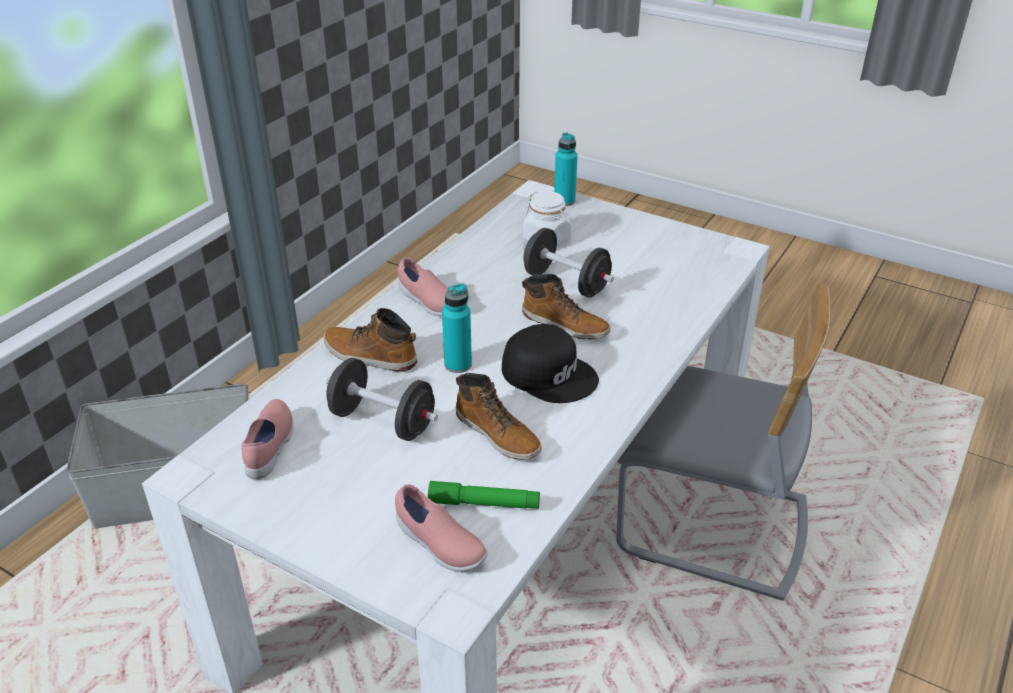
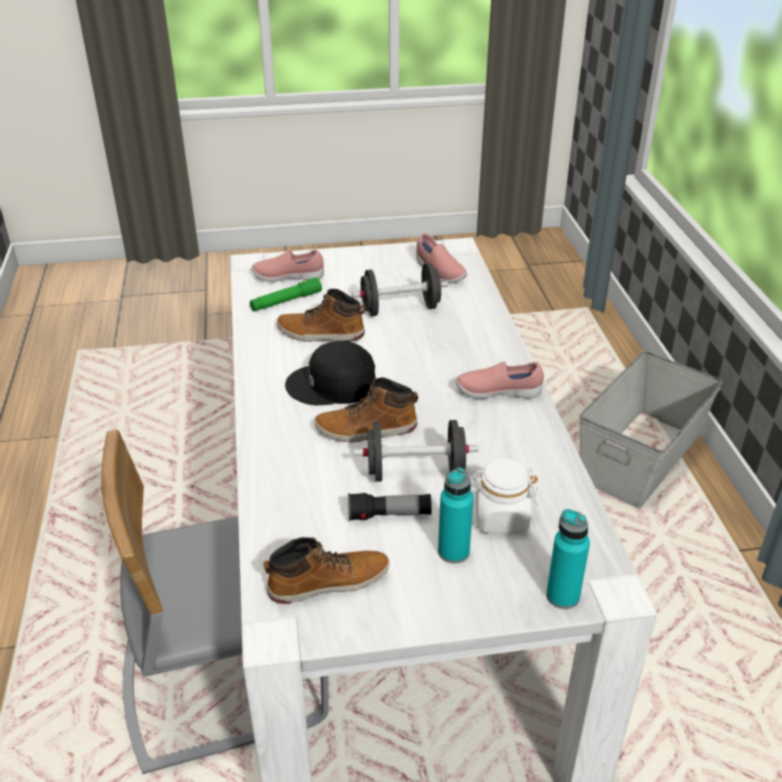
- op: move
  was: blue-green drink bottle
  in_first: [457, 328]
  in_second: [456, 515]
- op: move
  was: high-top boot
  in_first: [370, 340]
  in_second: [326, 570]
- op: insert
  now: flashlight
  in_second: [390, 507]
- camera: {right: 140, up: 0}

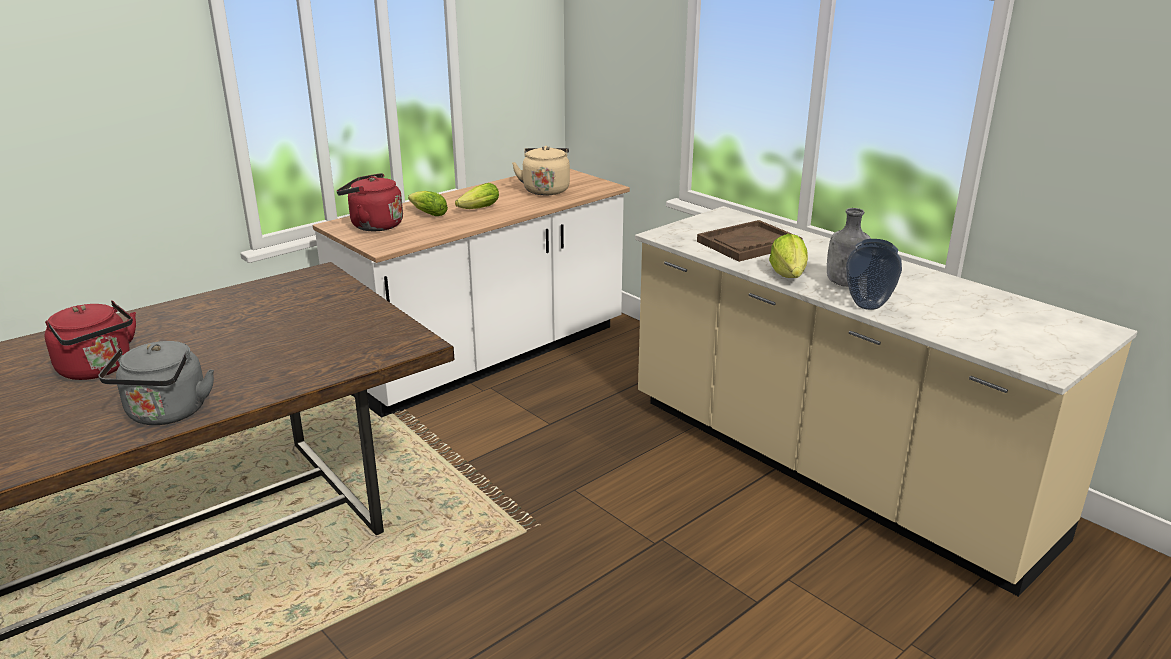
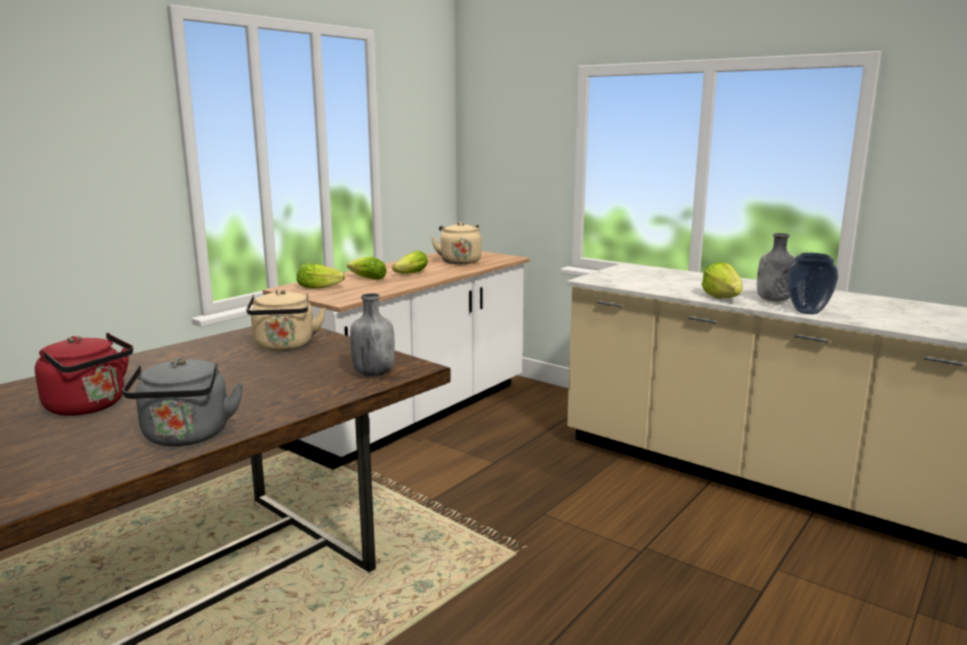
- op: replace
  was: red-coloured tea kettle
  now: head of lettuce
  in_first: [370, 202]
  in_second: [321, 276]
- op: delete
  was: brown serving tray
  in_first: [750, 241]
- op: insert
  now: beige tea kettle
  in_second: [286, 320]
- op: insert
  now: grey drink bottle
  in_second: [372, 334]
- camera: {right: -10, up: -10}

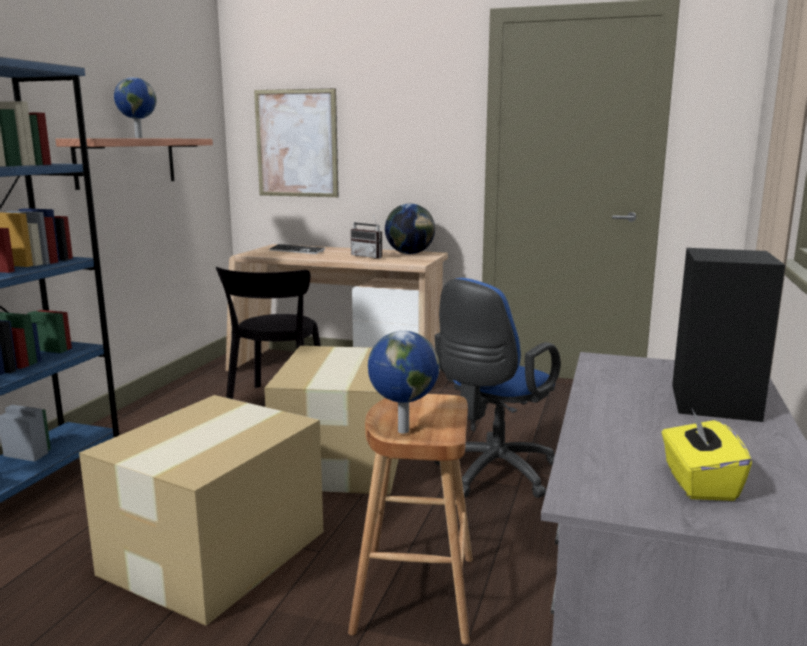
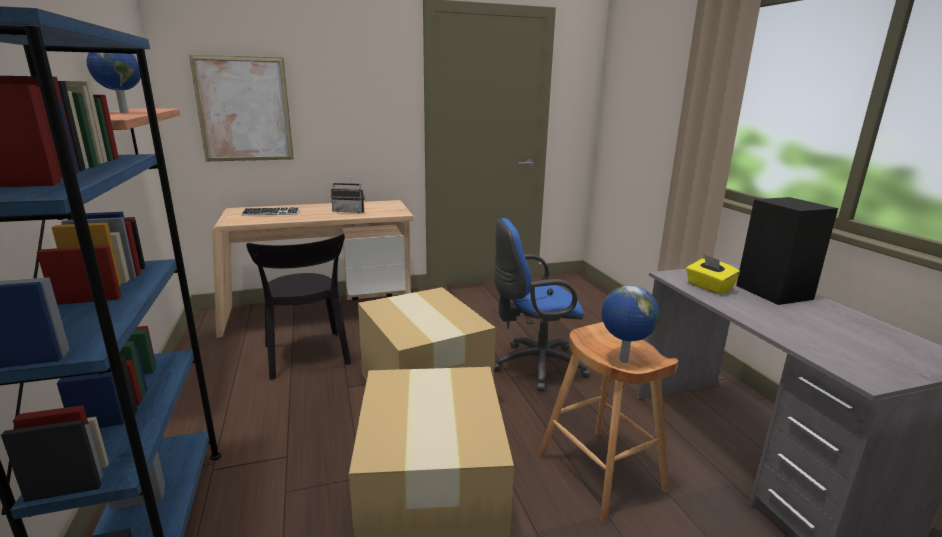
- op: delete
  was: world globe
  in_first: [410, 229]
- op: rotate
  was: blue office chair
  in_first: [497, 388]
  in_second: [542, 305]
  clockwise: 75
- op: move
  was: yellow tissue box
  in_first: [707, 455]
  in_second: [713, 274]
- camera: {right: -35, up: 5}

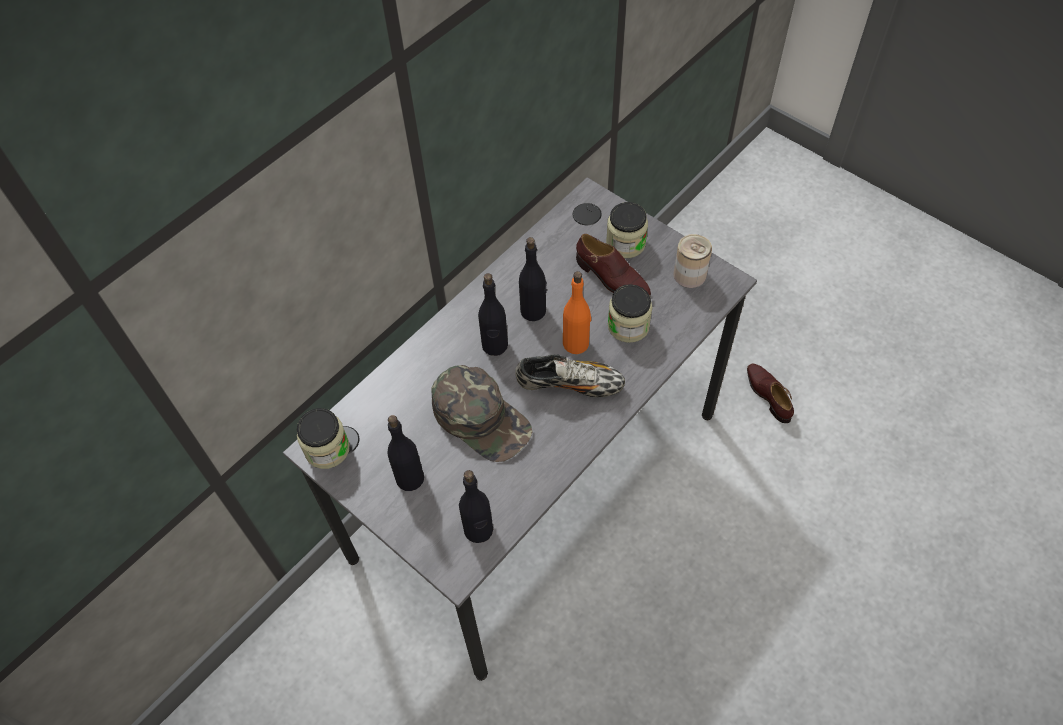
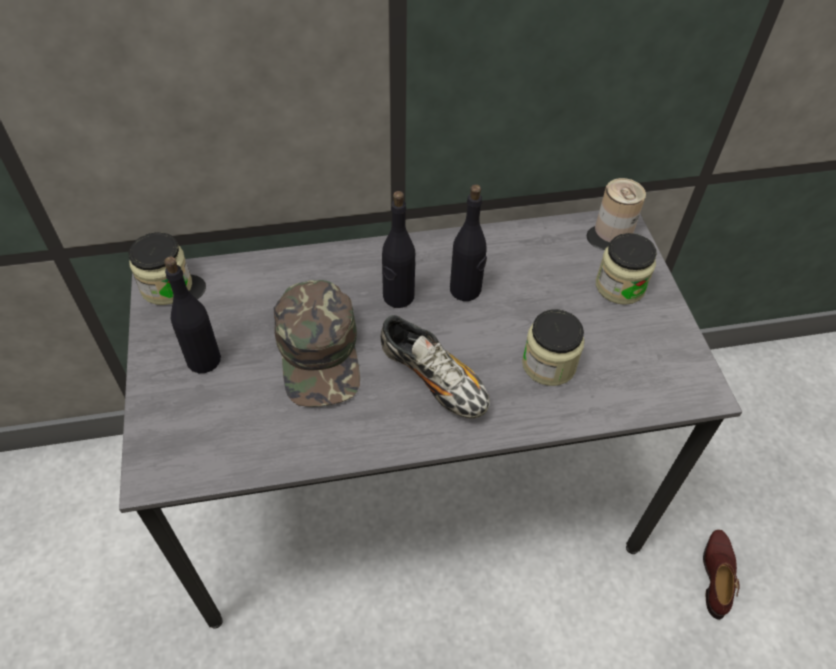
- op: delete
  was: brown shoe
  in_first: [613, 265]
- op: move
  was: can
  in_first: [693, 261]
  in_second: [620, 210]
- op: delete
  was: orange-coloured drink bottle
  in_first: [577, 312]
- op: delete
  was: black-coloured drink bottle
  in_first: [476, 506]
- camera: {right: 35, up: -5}

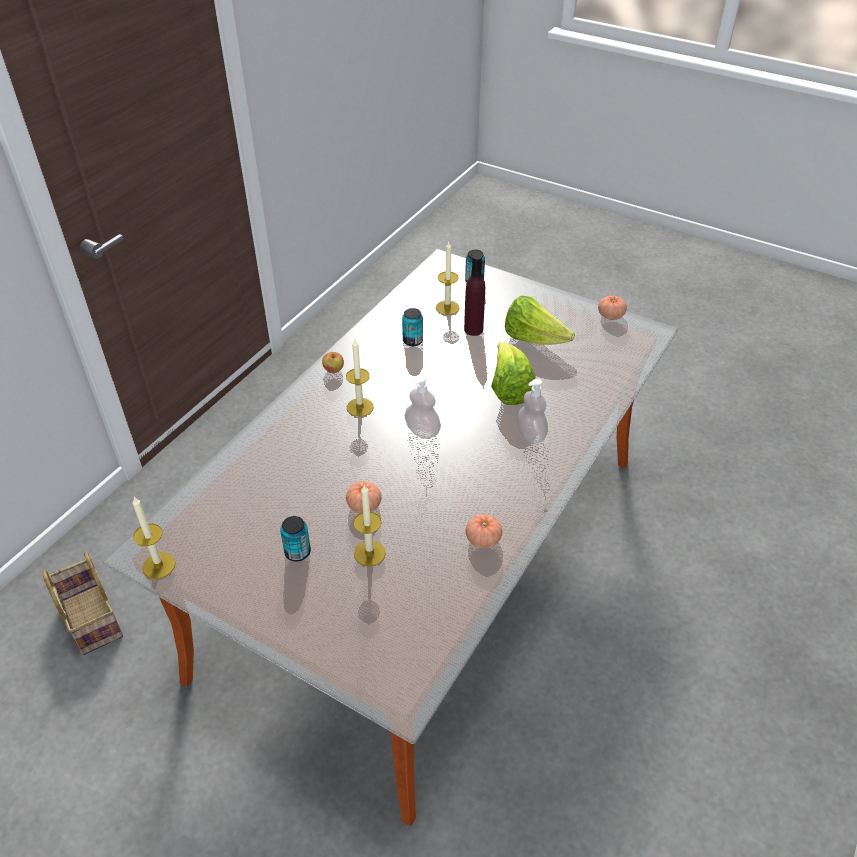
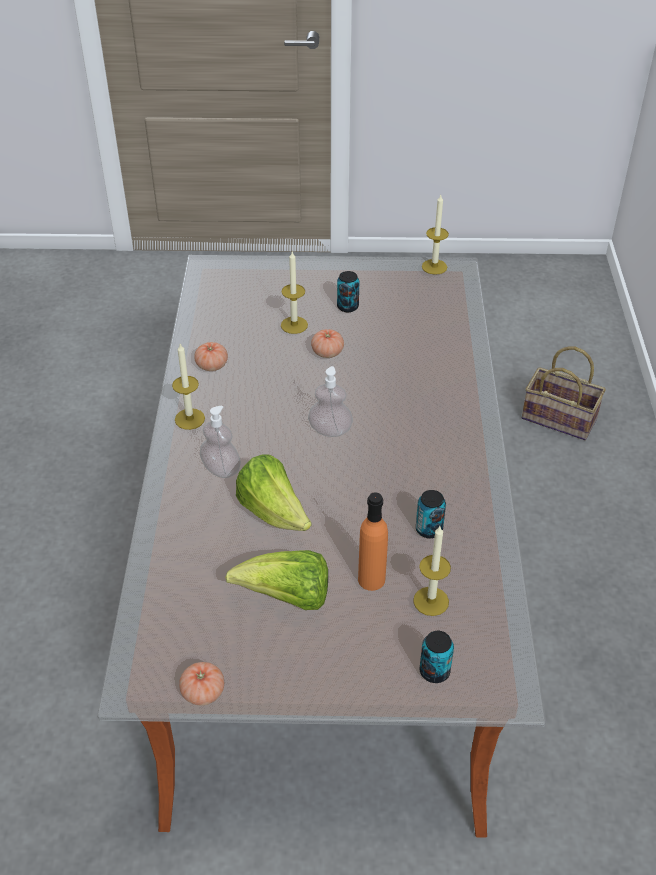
- op: recolor
  was: purple-coloured drink bottle
  now: orange-coloured drink bottle
  in_first: [474, 295]
  in_second: [373, 541]
- op: move
  was: wax candle
  in_first: [360, 378]
  in_second: [188, 387]
- op: delete
  was: apple
  in_first: [333, 362]
- camera: {right: 150, up: 0}

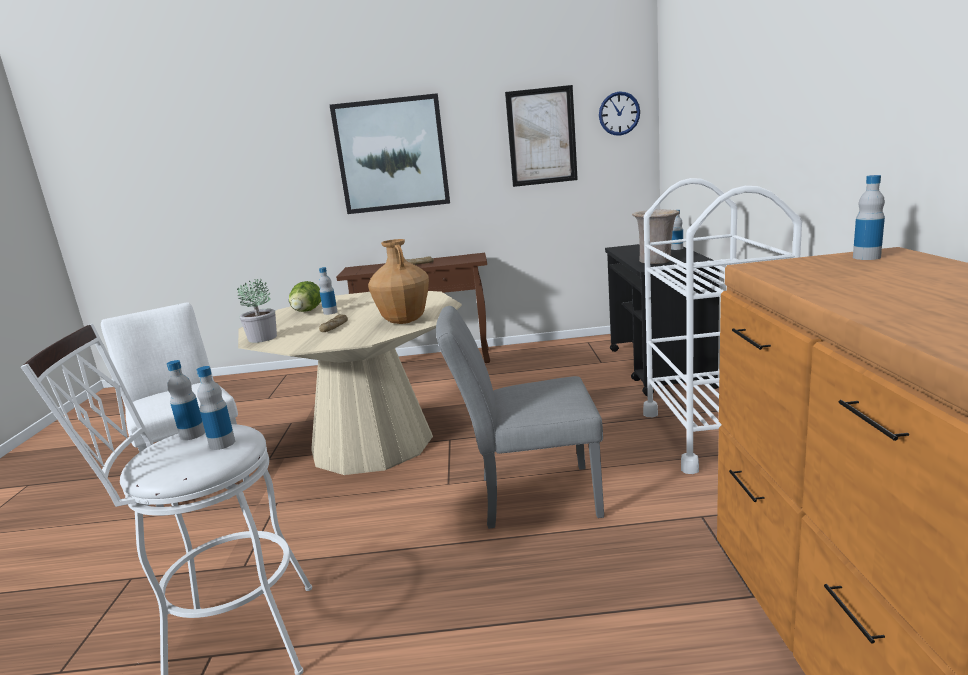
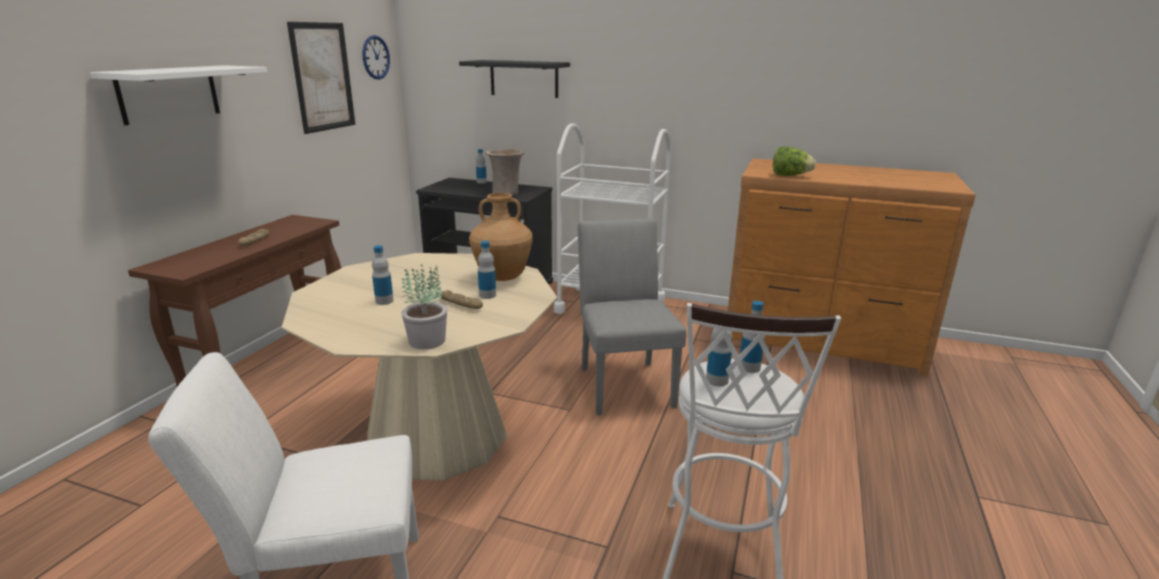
- op: replace
  was: picture
  now: whitish shelf
  in_first: [390, 153]
  in_second: [178, 95]
- op: move
  was: drink bottle
  in_first: [869, 217]
  in_second: [487, 270]
- op: move
  was: head of lettuce
  in_first: [305, 296]
  in_second: [794, 161]
- op: rotate
  was: grey upright chair
  in_first: [520, 417]
  in_second: [632, 316]
  clockwise: 150
- op: insert
  now: black-coloured shelf
  in_second: [514, 79]
- camera: {right: -70, up: 5}

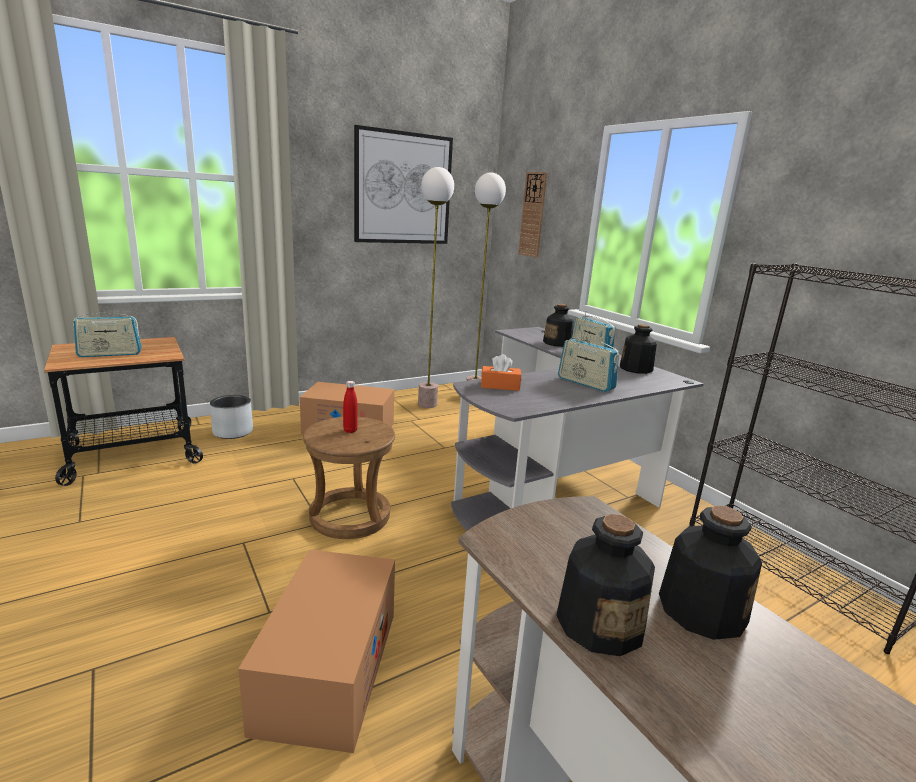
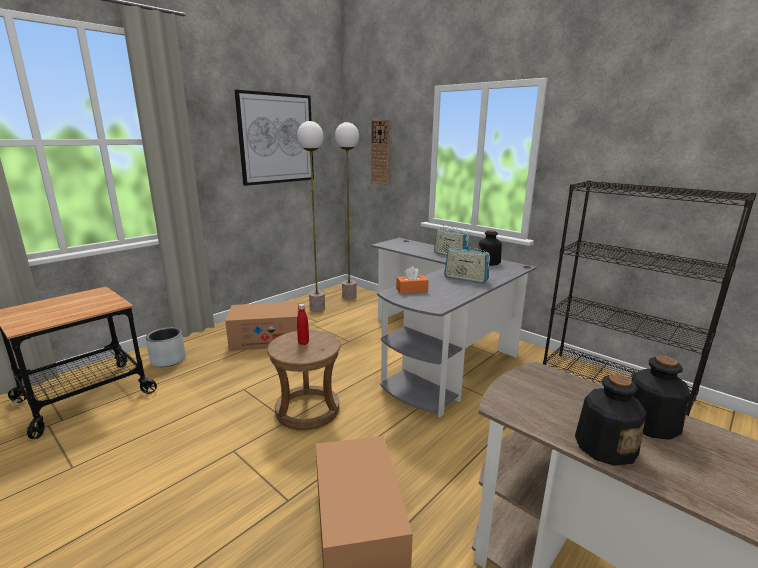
- op: delete
  was: drink bottle
  in_first: [558, 325]
- op: delete
  was: radio
  in_first: [107, 333]
- camera: {right: -15, up: 0}

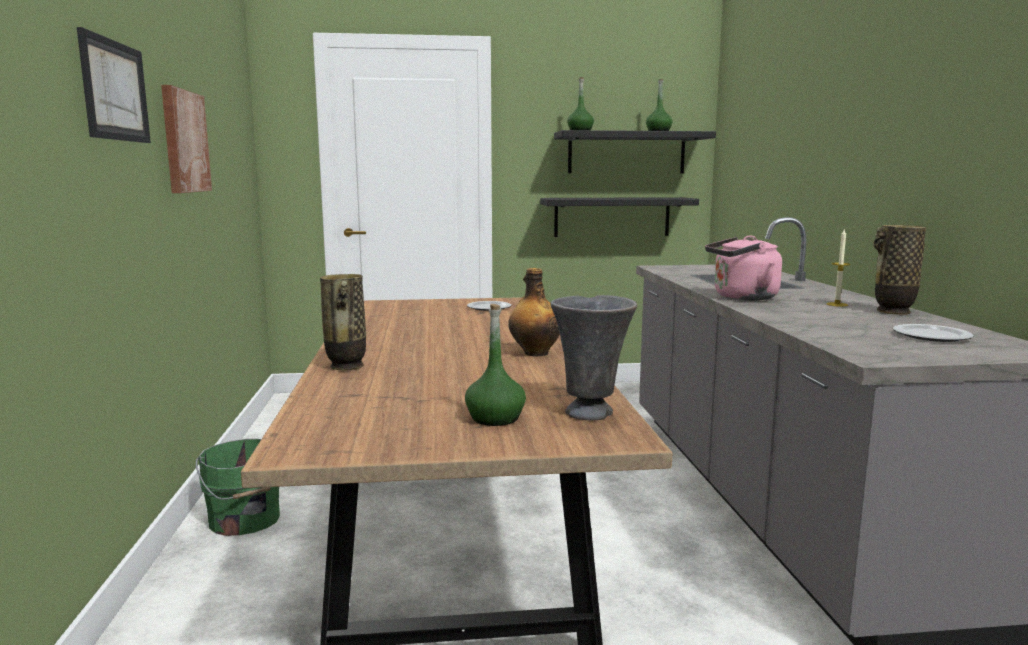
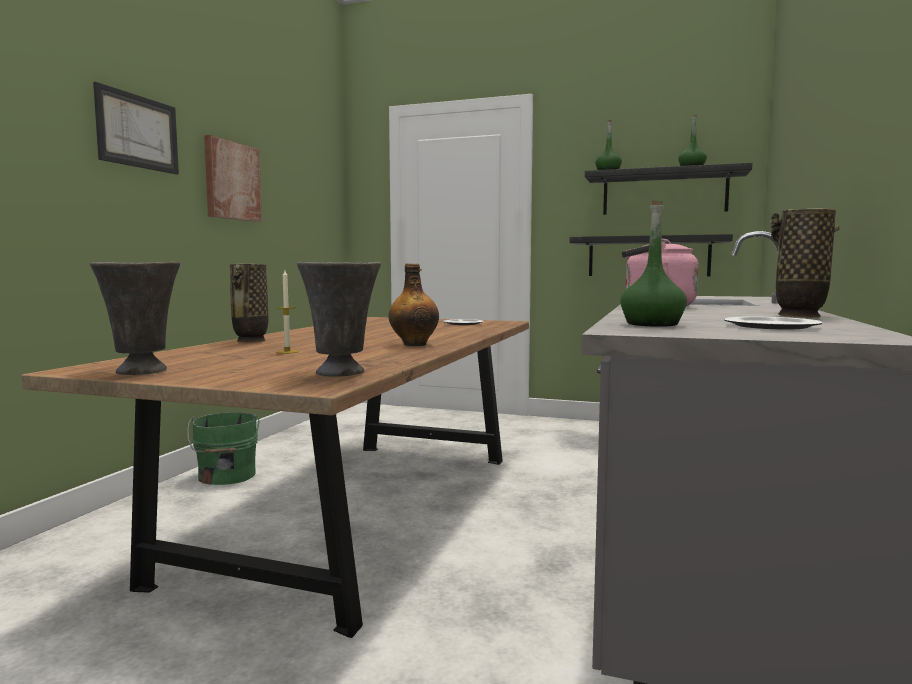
- op: move
  was: wax candle
  in_first: [838, 268]
  in_second: [287, 312]
- op: move
  was: green drink bottle
  in_first: [495, 365]
  in_second: [653, 263]
- op: insert
  now: grey decorative vase
  in_second: [135, 318]
- camera: {right: 25, up: -5}

